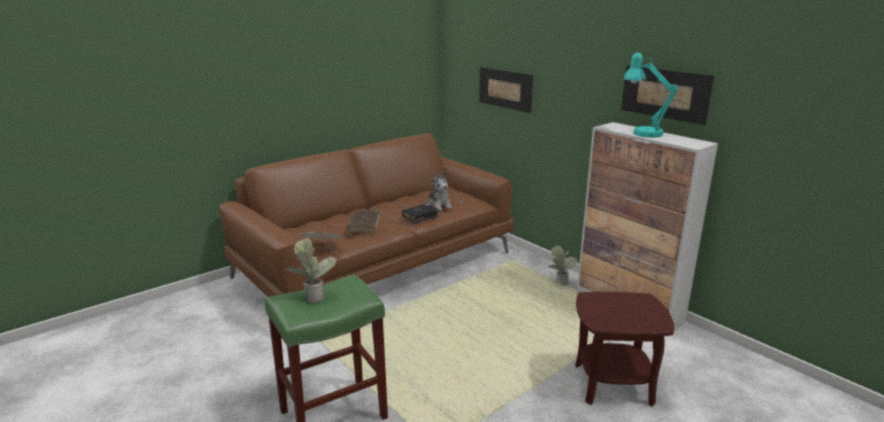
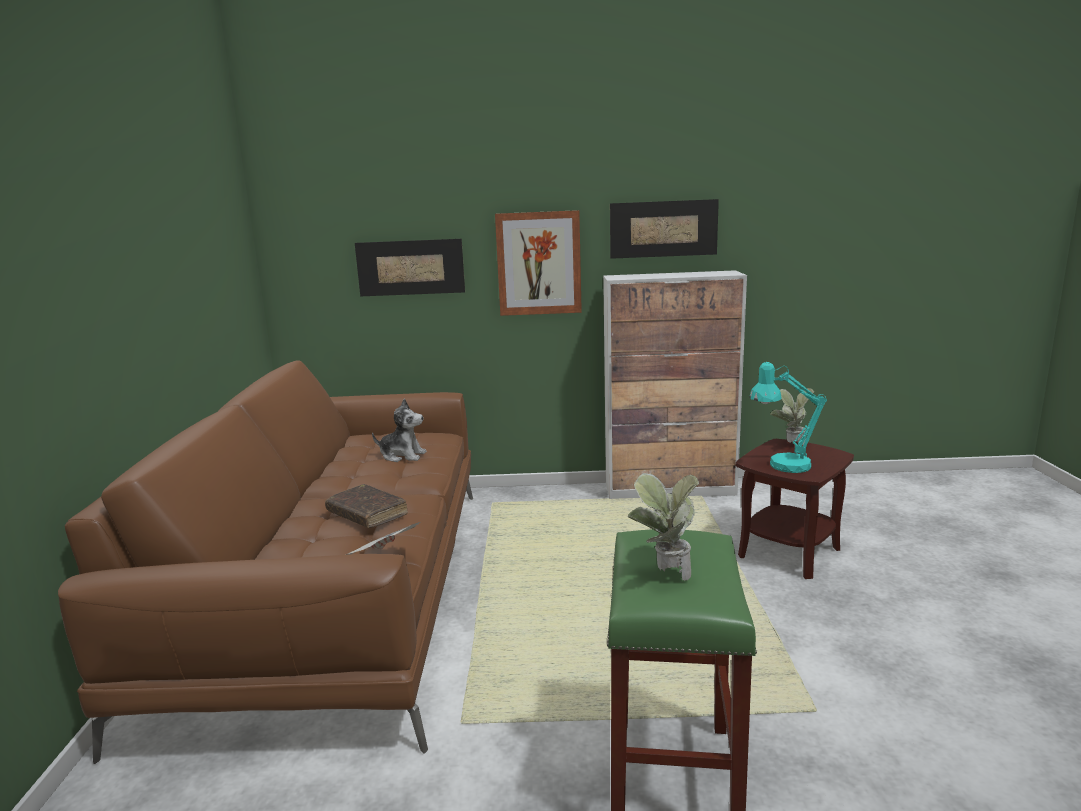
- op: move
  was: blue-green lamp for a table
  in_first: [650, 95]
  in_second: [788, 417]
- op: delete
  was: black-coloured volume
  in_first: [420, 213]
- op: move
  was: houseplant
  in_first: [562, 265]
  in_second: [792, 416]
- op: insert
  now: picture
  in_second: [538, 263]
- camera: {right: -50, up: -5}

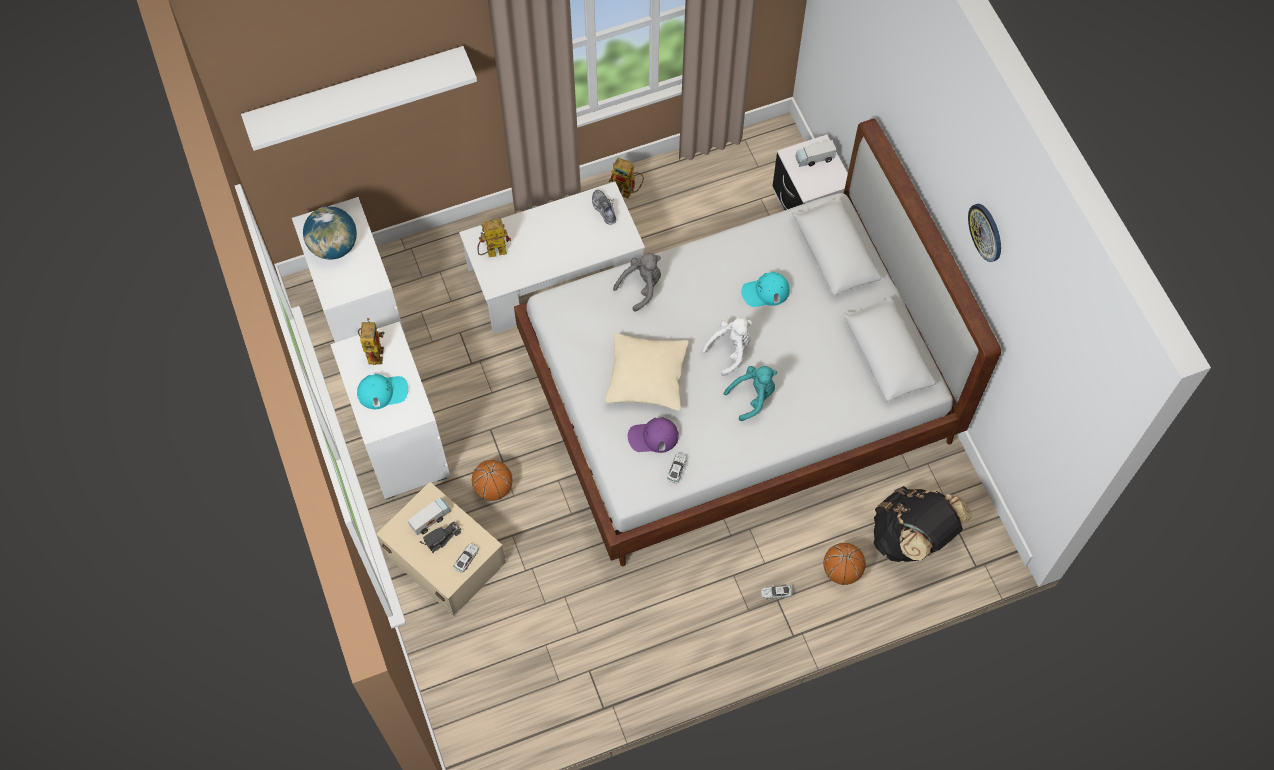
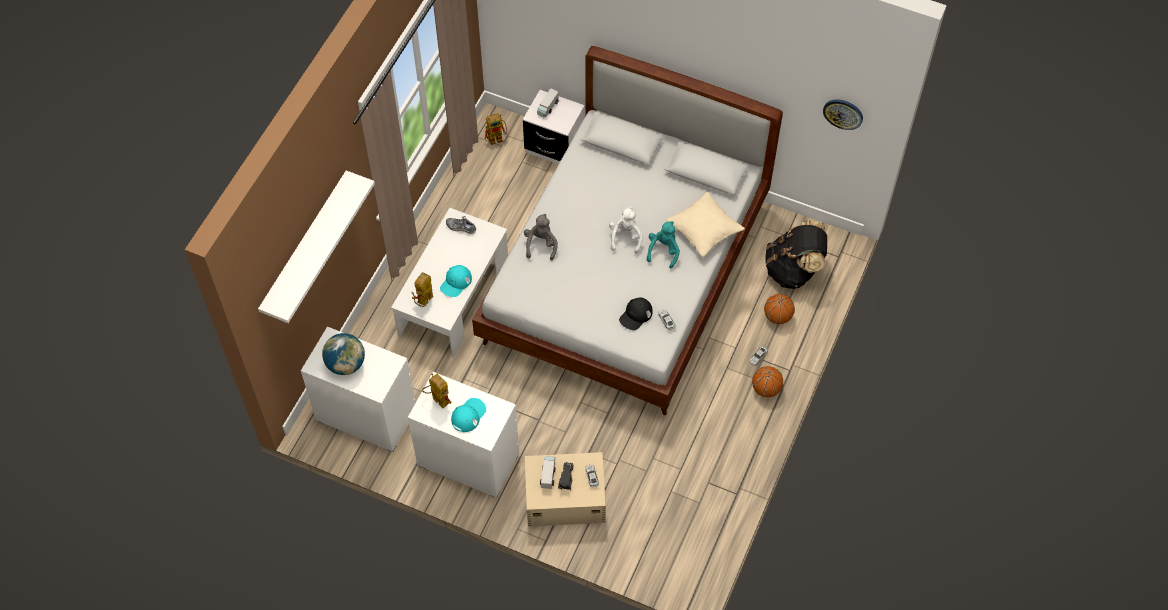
- op: move
  was: toy robot
  in_first: [626, 178]
  in_second: [496, 129]
- op: move
  was: wall clock
  in_first: [984, 233]
  in_second: [843, 114]
- op: move
  was: blue-green peaked cap
  in_first: [765, 289]
  in_second: [456, 281]
- op: move
  was: beige cushion
  in_first: [647, 372]
  in_second: [705, 224]
- op: recolor
  was: purple-coloured peaked cap
  now: black-coloured peaked cap
  in_first: [653, 435]
  in_second: [636, 314]
- op: move
  was: basketball
  in_first: [492, 480]
  in_second: [767, 381]
- camera: {right: -45, up: -5}

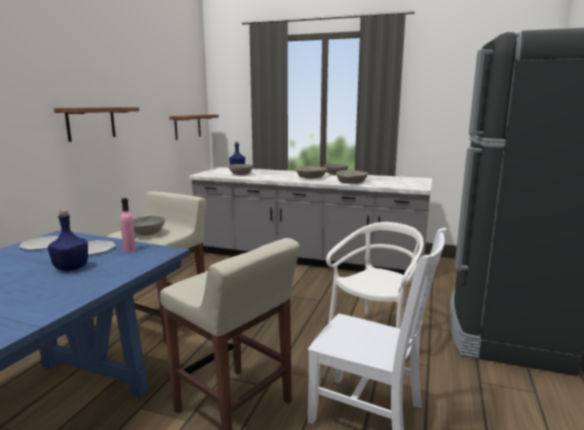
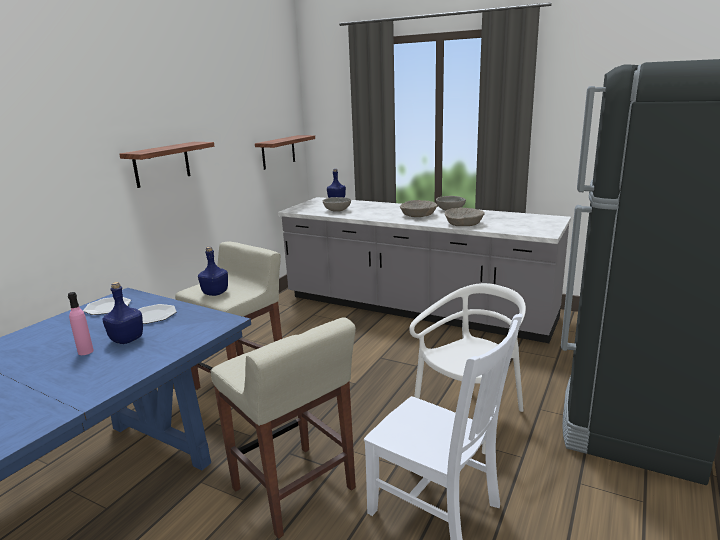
- op: move
  was: pink-coloured drink bottle
  in_first: [128, 225]
  in_second: [81, 323]
- op: replace
  was: grey deep dish
  now: blue drink bottle
  in_first: [149, 225]
  in_second: [213, 271]
- camera: {right: 10, up: 5}

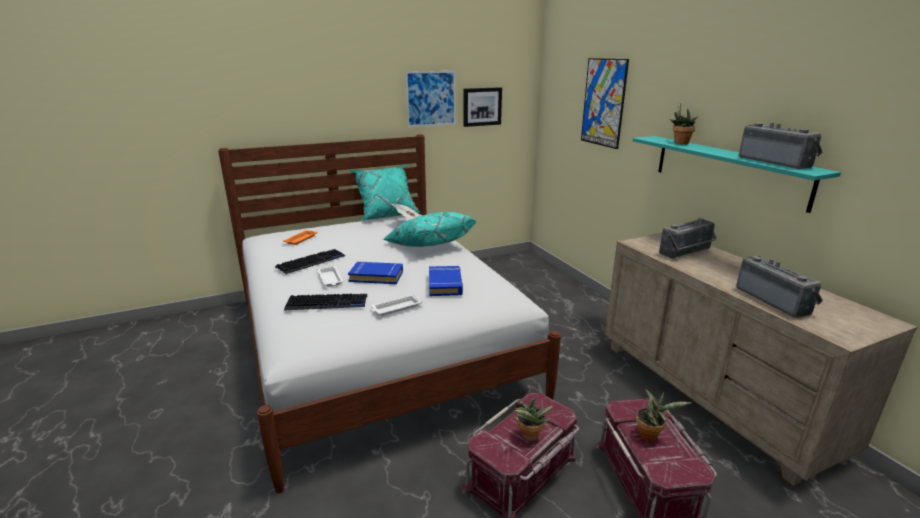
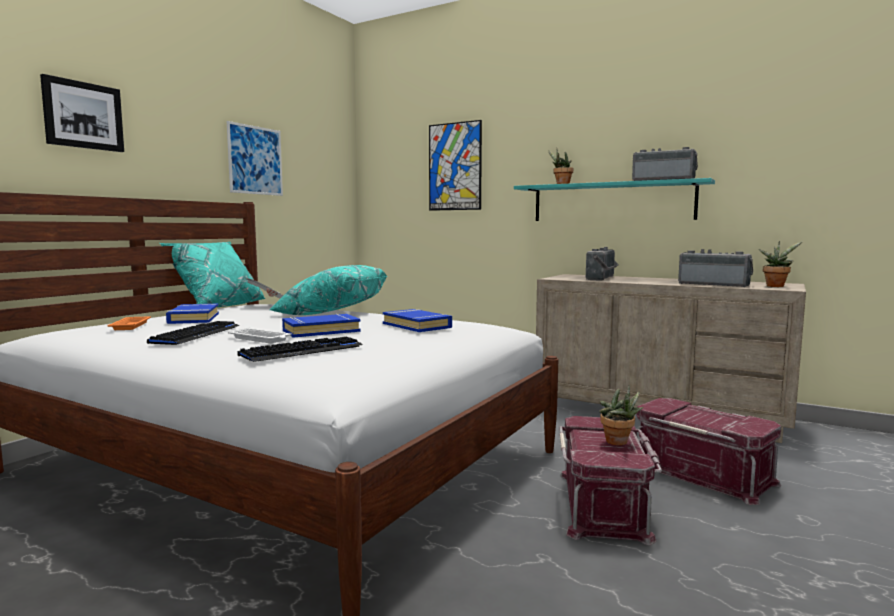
- op: move
  was: picture
  in_first: [482, 107]
  in_second: [82, 113]
- op: delete
  was: whitish serving tray
  in_first: [397, 305]
- op: move
  was: houseplant
  in_first: [664, 415]
  in_second: [780, 264]
- op: insert
  now: blue volume
  in_second: [192, 313]
- camera: {right: -35, up: -15}

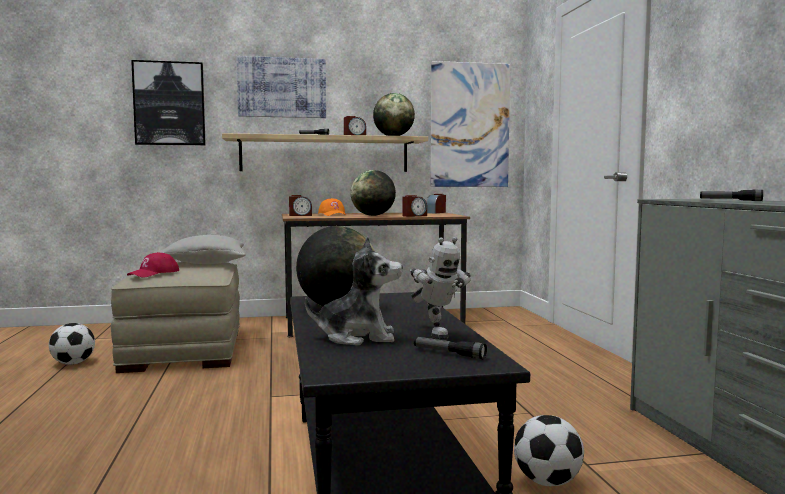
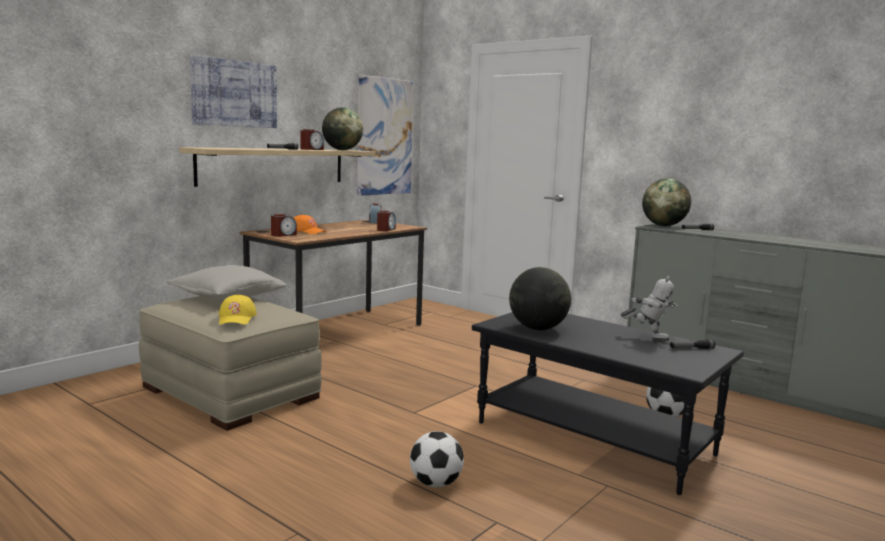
- op: delete
  was: picture
  in_first: [168, 102]
- op: move
  was: world globe
  in_first: [373, 193]
  in_second: [666, 202]
- op: delete
  was: soft toy
  in_first: [354, 290]
- op: recolor
  was: red-coloured peaked cap
  now: yellow peaked cap
  in_first: [153, 264]
  in_second: [238, 310]
- op: move
  was: football
  in_first: [72, 344]
  in_second: [437, 459]
- camera: {right: -40, up: 5}

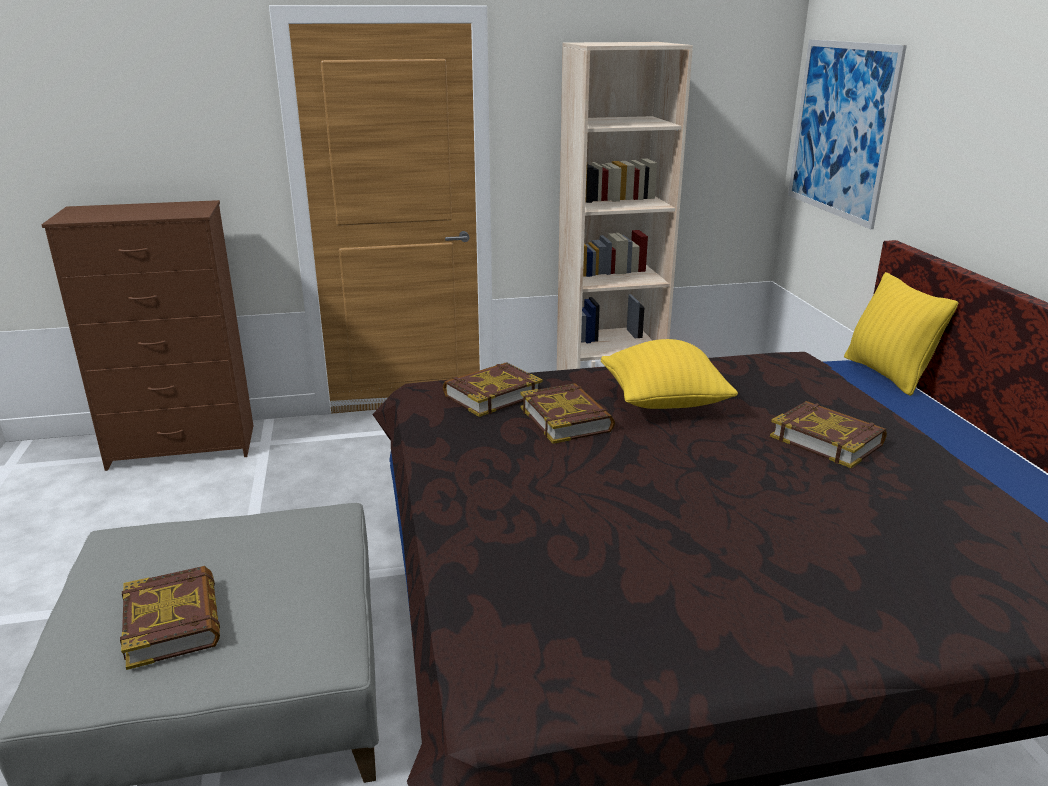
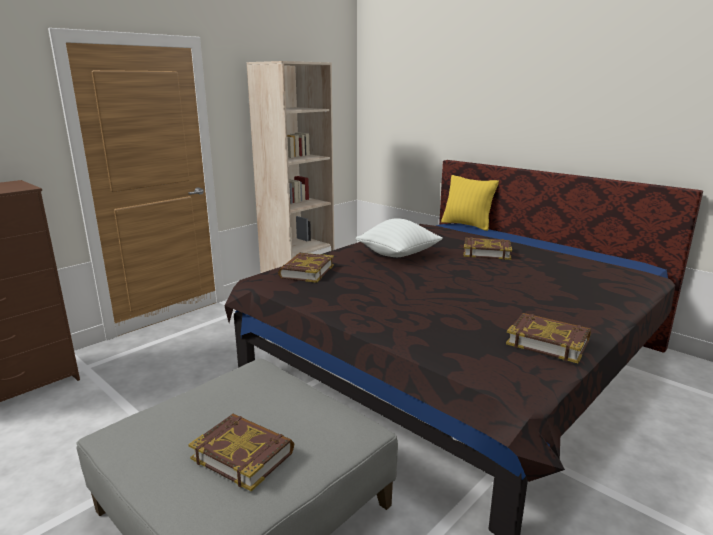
- op: delete
  was: picture
  in_first: [847, 134]
- op: recolor
  was: yellow cushion
  now: whitish cushion
  in_first: [669, 374]
  in_second: [399, 237]
- op: move
  was: volume
  in_first: [567, 413]
  in_second: [548, 338]
- camera: {right: -35, up: -5}

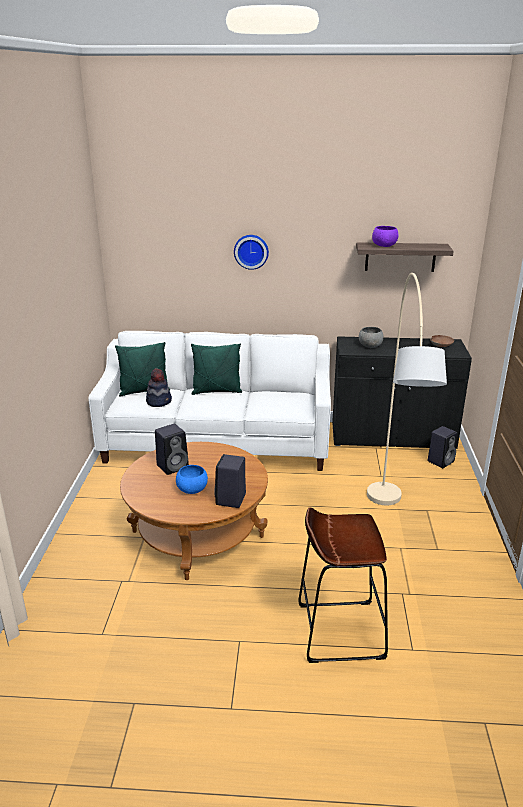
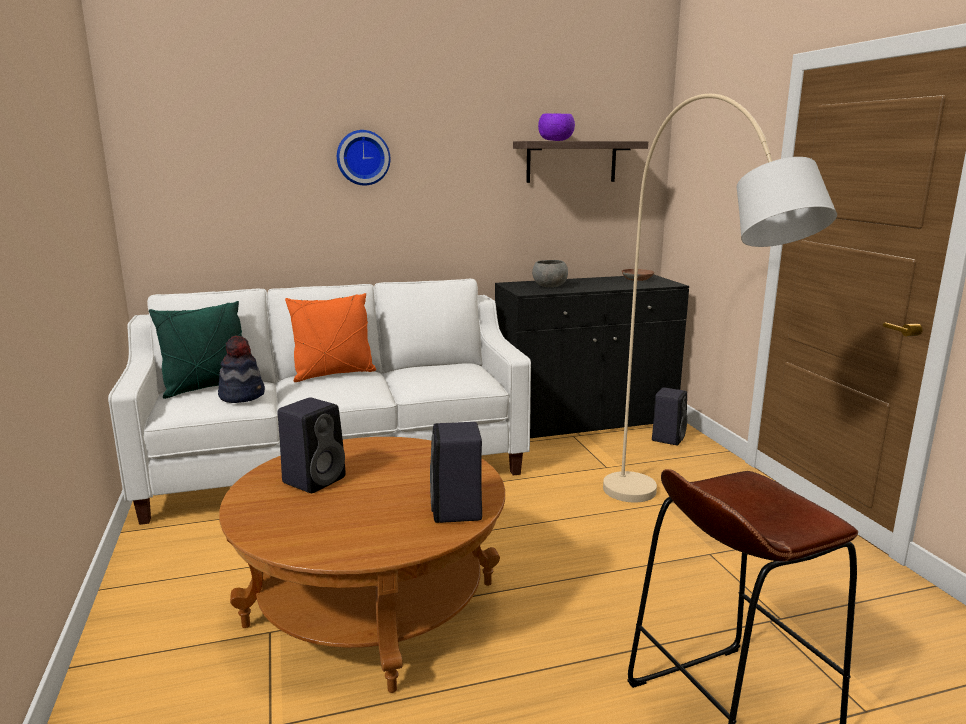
- op: recolor
  was: green cushion
  now: orange-coloured cushion
  in_first: [216, 369]
  in_second: [330, 337]
- op: delete
  was: blue deep dish
  in_first: [192, 479]
- camera: {right: -20, up: -10}

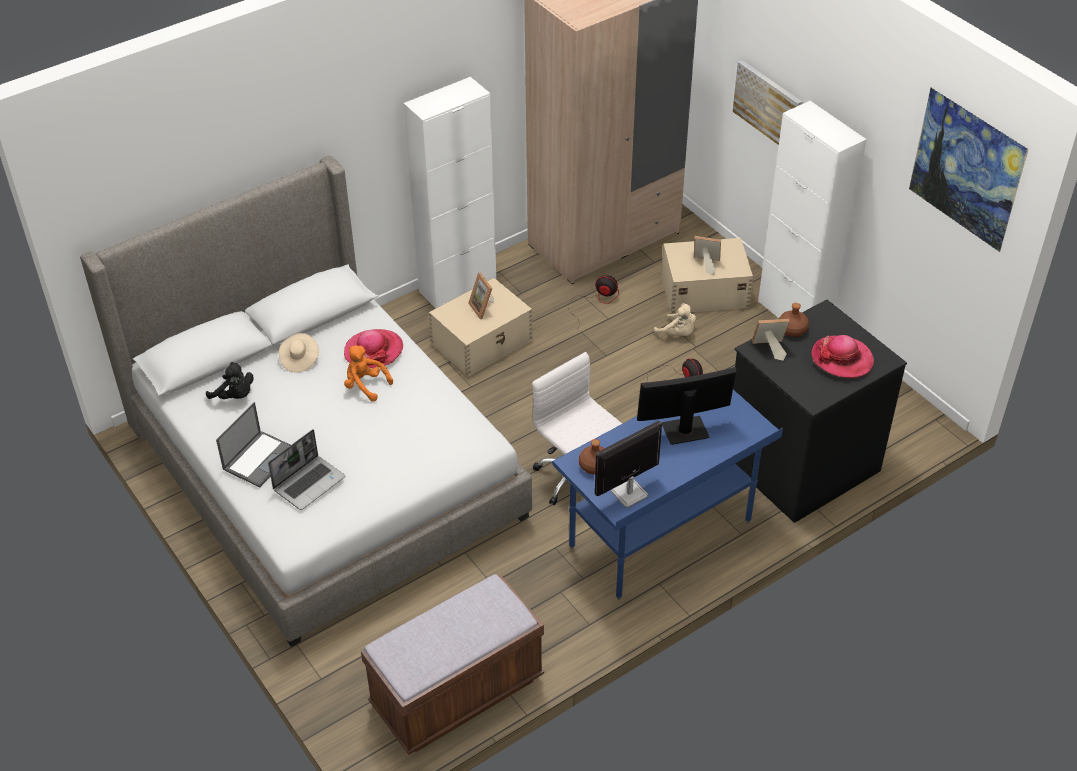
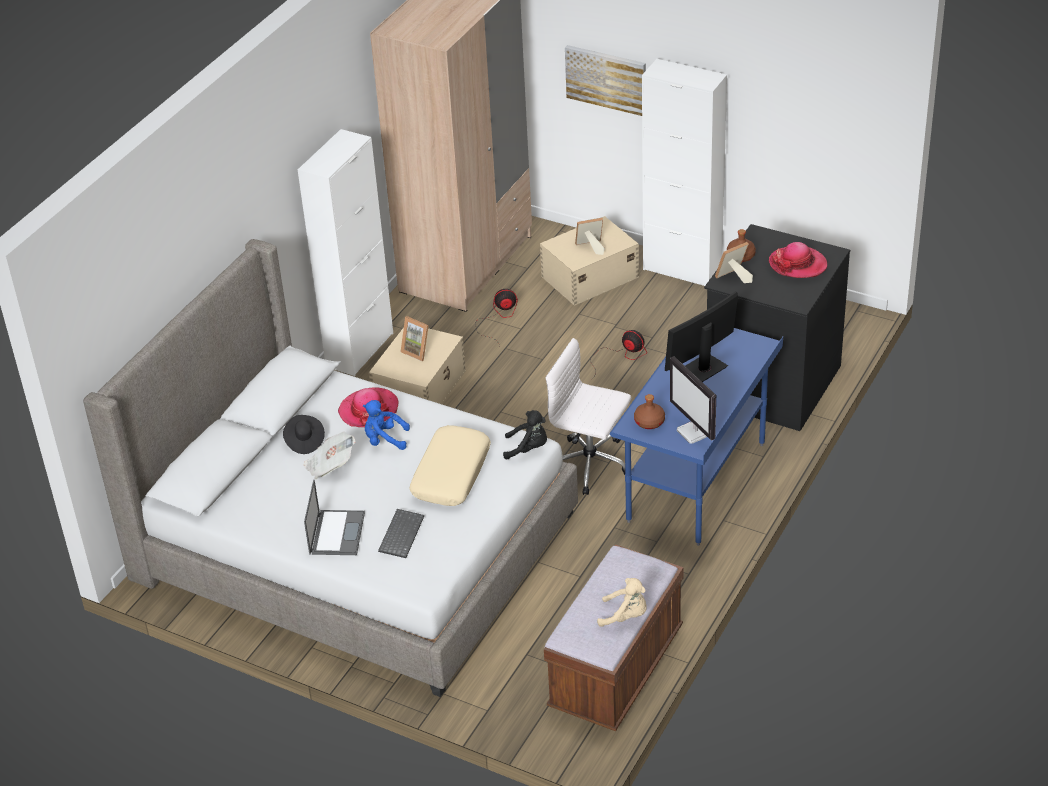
- op: delete
  was: picture
  in_first: [968, 170]
- op: move
  was: beige soft toy
  in_first: [675, 319]
  in_second: [622, 602]
- op: recolor
  was: beige wearable hat
  now: black-coloured wearable hat
  in_first: [299, 353]
  in_second: [304, 434]
- op: recolor
  was: orange-coloured soft toy
  now: blue soft toy
  in_first: [368, 373]
  in_second: [386, 425]
- op: move
  was: black-coloured soft toy
  in_first: [230, 380]
  in_second: [525, 435]
- op: rotate
  was: computer screen
  in_first: [628, 464]
  in_second: [693, 400]
  clockwise: -60
- op: replace
  was: laptop
  now: computer keyboard
  in_first: [306, 469]
  in_second: [401, 533]
- op: insert
  now: beige cushion
  in_second: [450, 465]
- op: insert
  now: printed paper
  in_second: [329, 455]
- camera: {right: -25, up: -5}

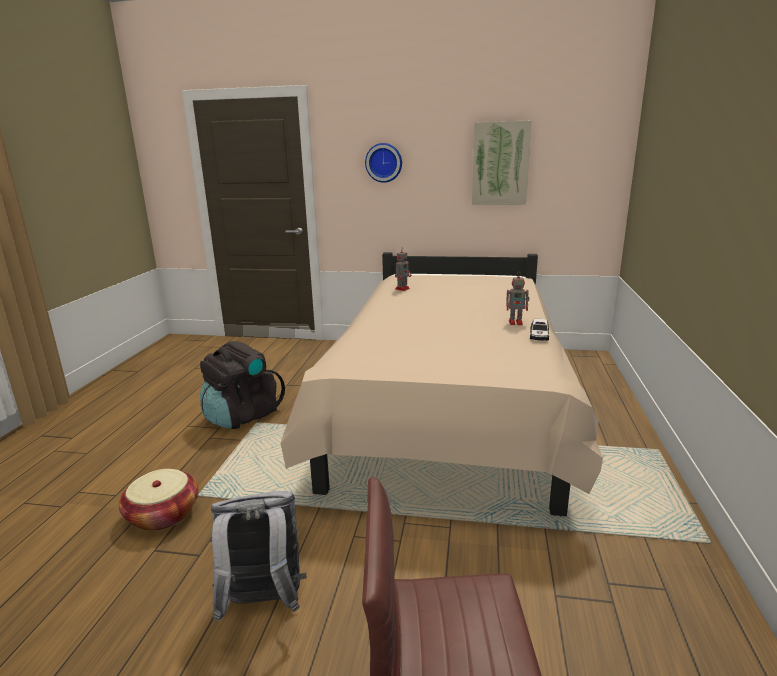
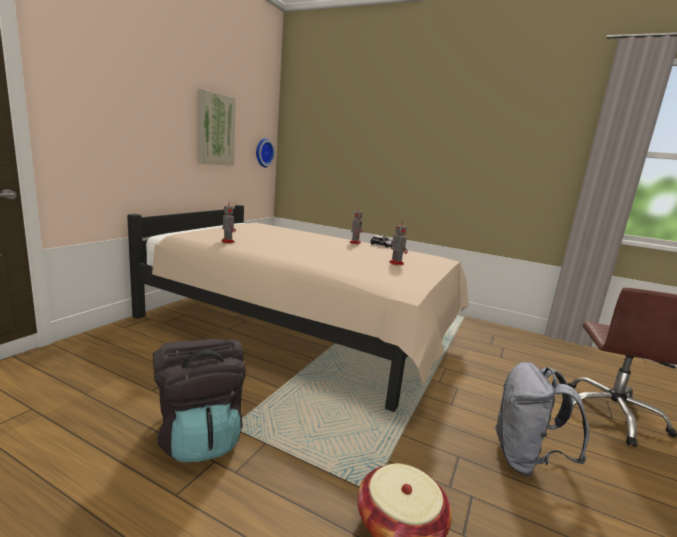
- op: move
  was: wall clock
  in_first: [383, 163]
  in_second: [265, 152]
- op: insert
  now: toy robot
  in_second: [398, 242]
- camera: {right: -75, up: -5}

